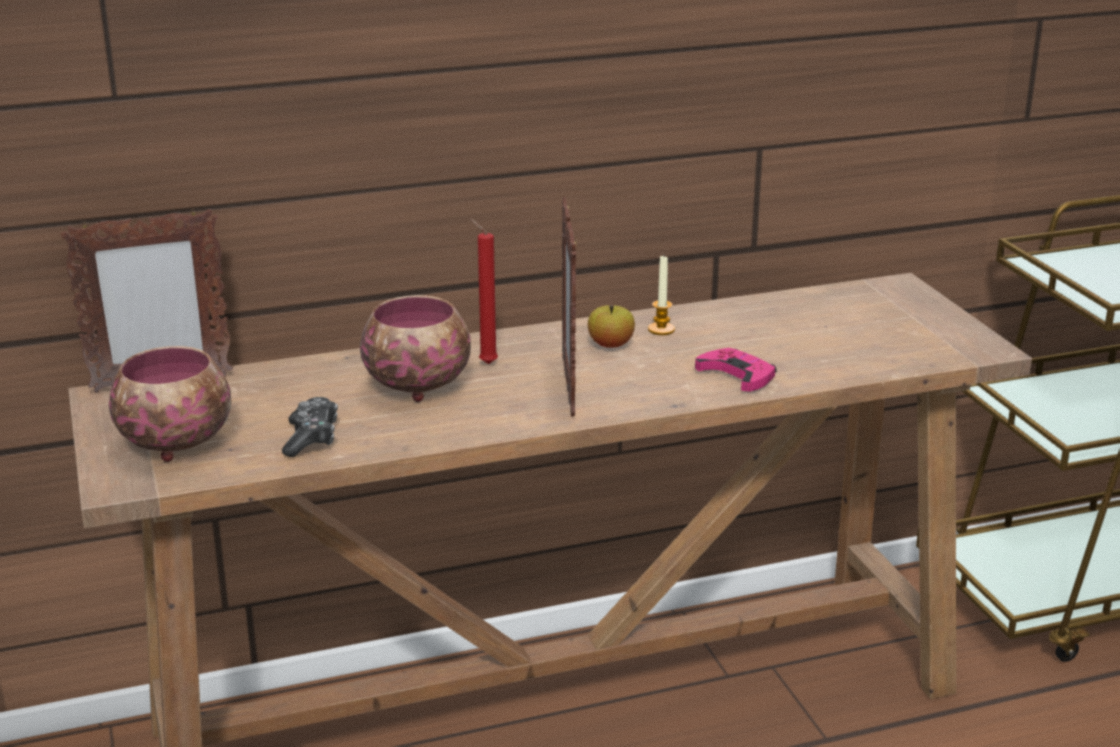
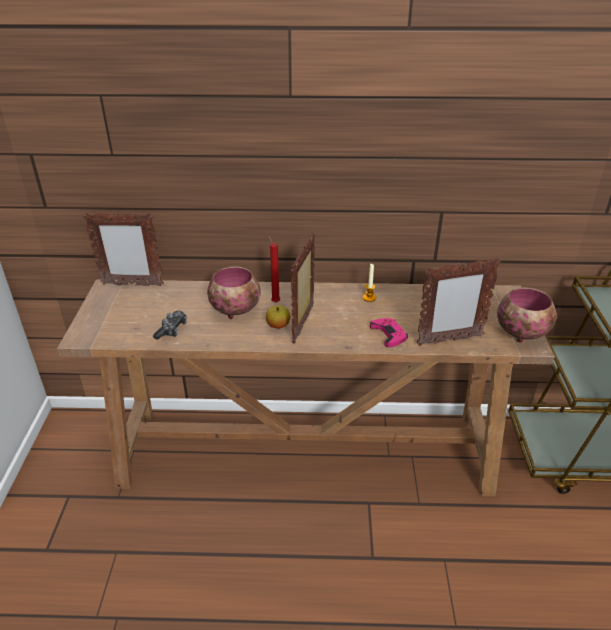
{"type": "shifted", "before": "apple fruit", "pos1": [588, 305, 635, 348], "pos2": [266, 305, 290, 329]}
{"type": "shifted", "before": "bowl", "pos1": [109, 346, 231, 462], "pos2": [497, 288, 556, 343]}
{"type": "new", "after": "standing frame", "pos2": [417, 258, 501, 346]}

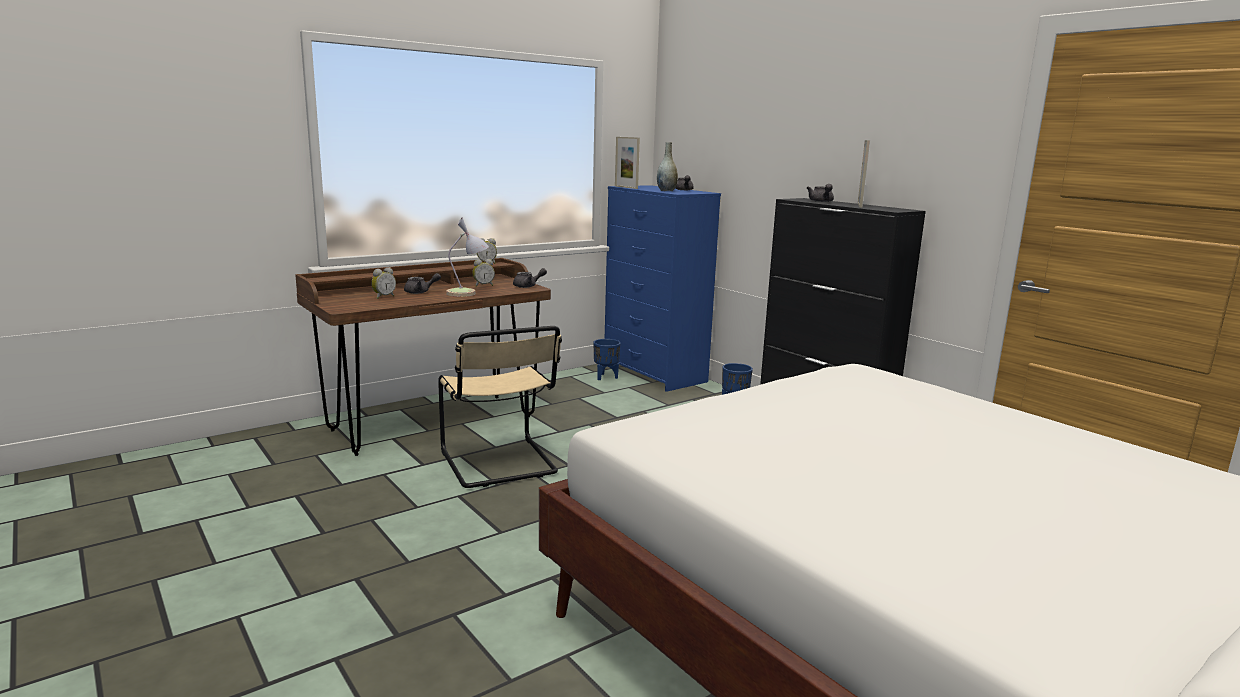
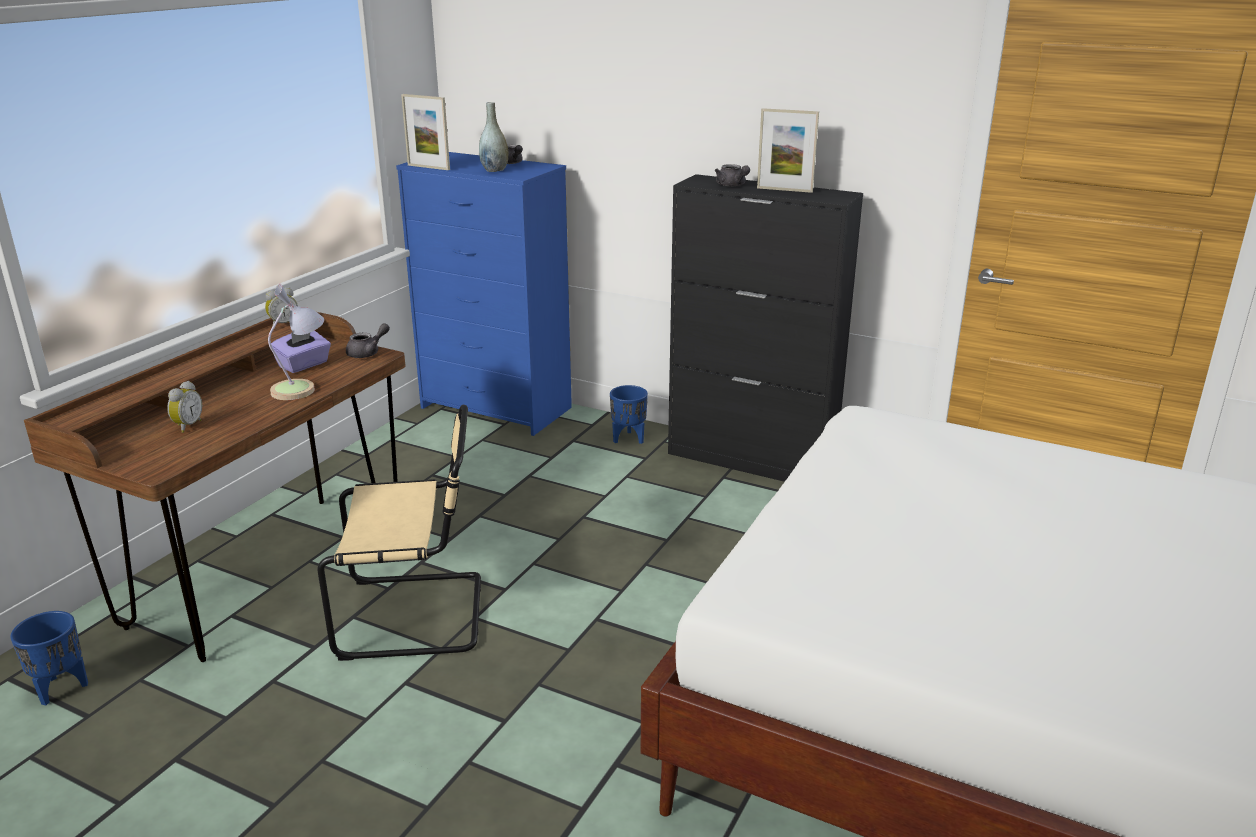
{"type": "rotated", "before": "standing frame", "pos1": [858, 140, 870, 207], "pos2": [757, 108, 819, 193], "turn": 120}
{"type": "swapped", "before": "bedside clock", "after": "purple-coloured tissue box", "pos1": [472, 259, 495, 287], "pos2": [271, 331, 331, 373]}
{"type": "gone", "before": "grey tea pot", "pos1": [404, 273, 441, 294]}
{"type": "rotated", "before": "sand-coloured plain chair", "pos1": [438, 326, 562, 488], "pos2": [317, 405, 481, 661], "turn": -45}
{"type": "shifted", "before": "bluish flower pot", "pos1": [593, 339, 621, 380], "pos2": [10, 611, 88, 705]}

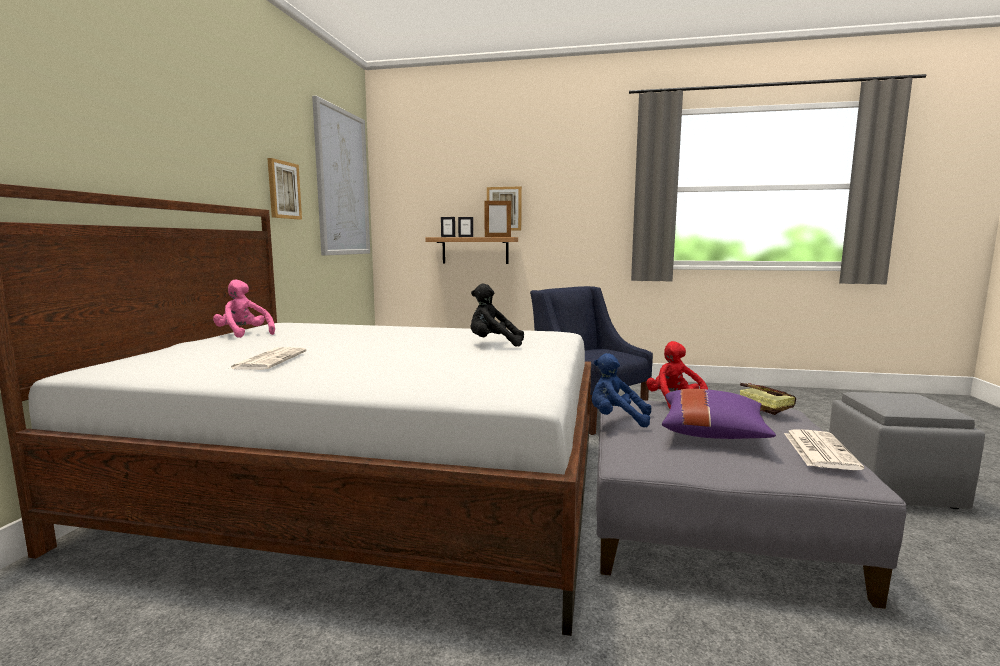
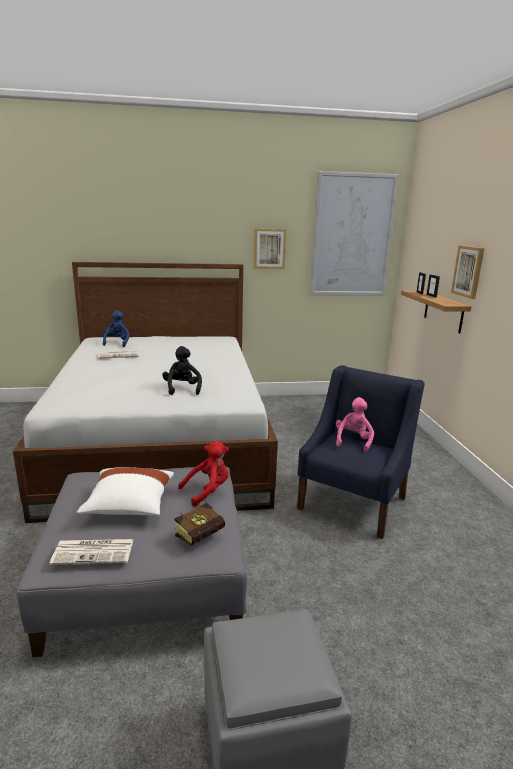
{"type": "gone", "before": "standing frame", "pos1": [484, 200, 511, 237]}
{"type": "shifted", "before": "pink plush toy", "pos1": [213, 279, 275, 338], "pos2": [336, 397, 374, 452]}
{"type": "shifted", "before": "bluish plush toy", "pos1": [592, 353, 651, 427], "pos2": [103, 310, 130, 347]}
{"type": "repainted", "before": "purple-coloured pillow", "after": "whitish pillow", "pos1": [662, 389, 776, 439], "pos2": [77, 467, 174, 516]}

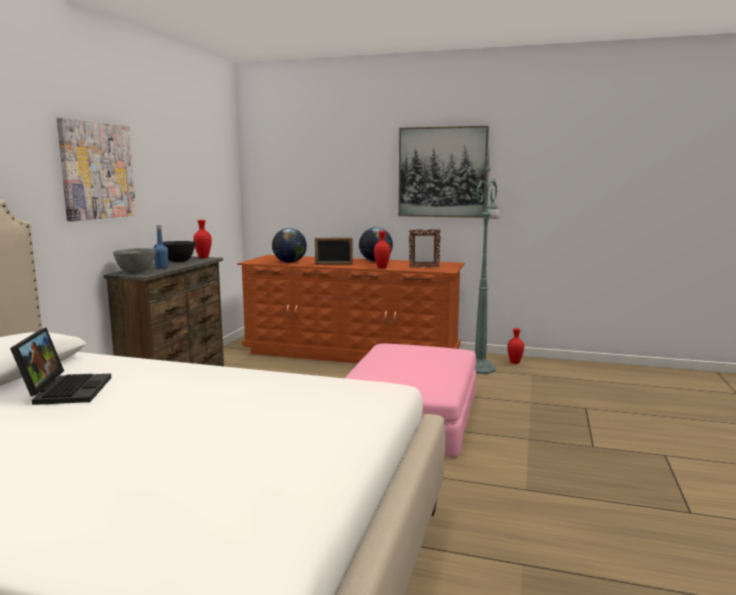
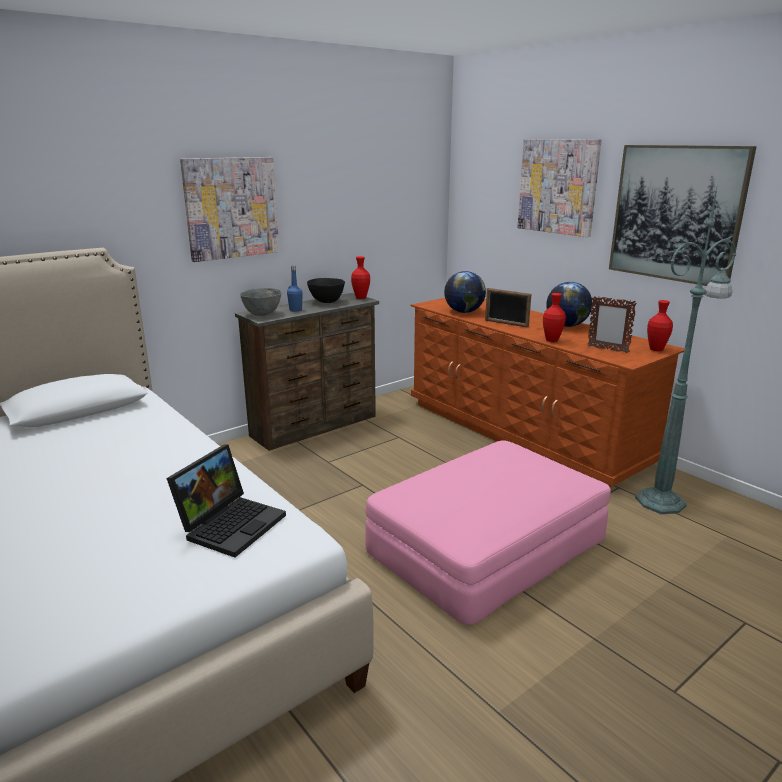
{"type": "shifted", "before": "laptop", "pos1": [10, 328, 111, 405], "pos2": [166, 444, 286, 558]}
{"type": "shifted", "before": "reddish decorative vase", "pos1": [507, 328, 524, 364], "pos2": [647, 300, 673, 351]}
{"type": "new", "after": "wall picture", "pos2": [517, 139, 602, 237]}

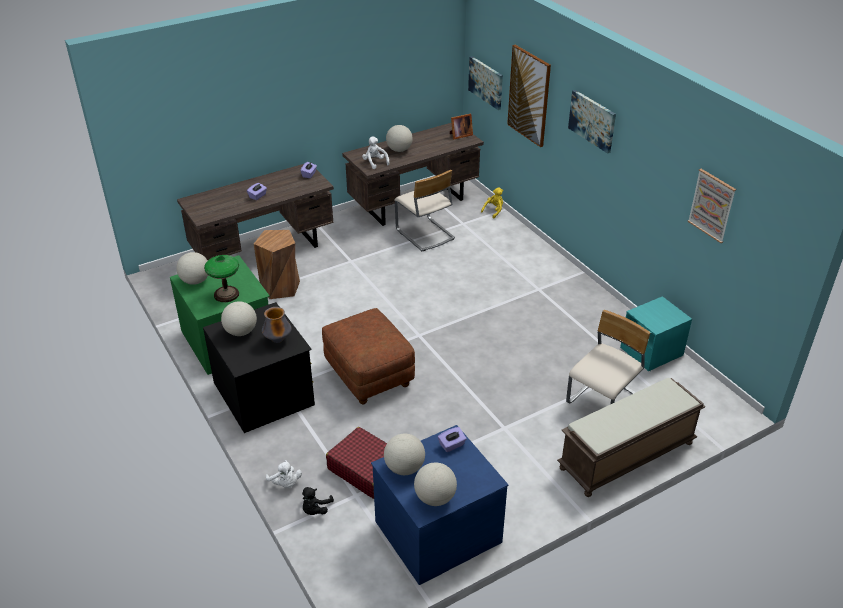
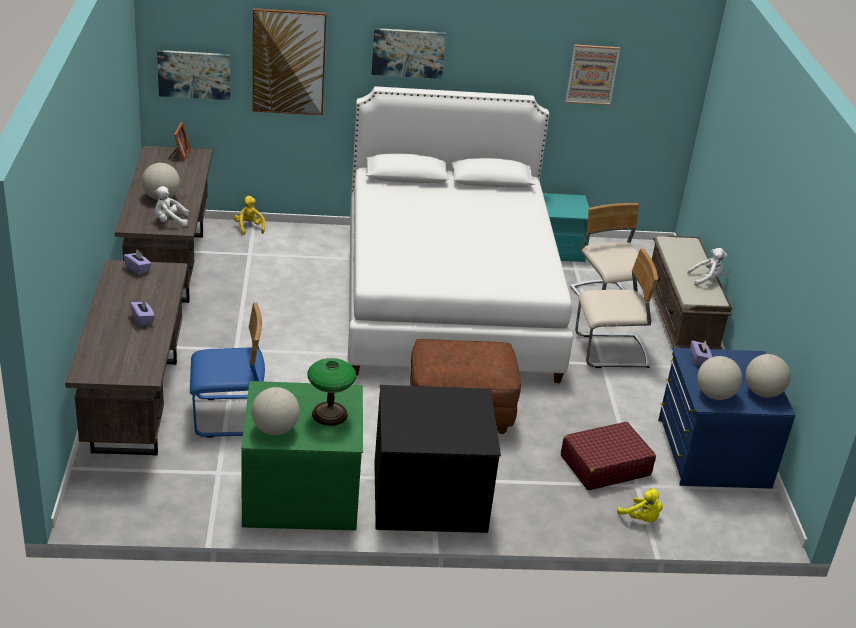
{"type": "shifted", "before": "sand-coloured plain chair", "pos1": [394, 170, 455, 251], "pos2": [575, 249, 658, 368]}
{"type": "swapped", "before": "brown-coloured stool seat", "after": "bluish plain chair", "pos1": [254, 230, 300, 299], "pos2": [190, 303, 265, 438]}
{"type": "gone", "before": "world globe", "pos1": [221, 301, 257, 336]}
{"type": "gone", "before": "decorative vase", "pos1": [262, 307, 292, 343]}
{"type": "shifted", "before": "whitish plush toy", "pos1": [266, 460, 302, 488], "pos2": [687, 248, 727, 286]}
{"type": "repainted", "before": "blackish plush toy", "after": "yellow-coloured plush toy", "pos1": [302, 487, 334, 515], "pos2": [617, 488, 663, 522]}
{"type": "new", "after": "whitish bed", "pos2": [348, 86, 573, 383]}

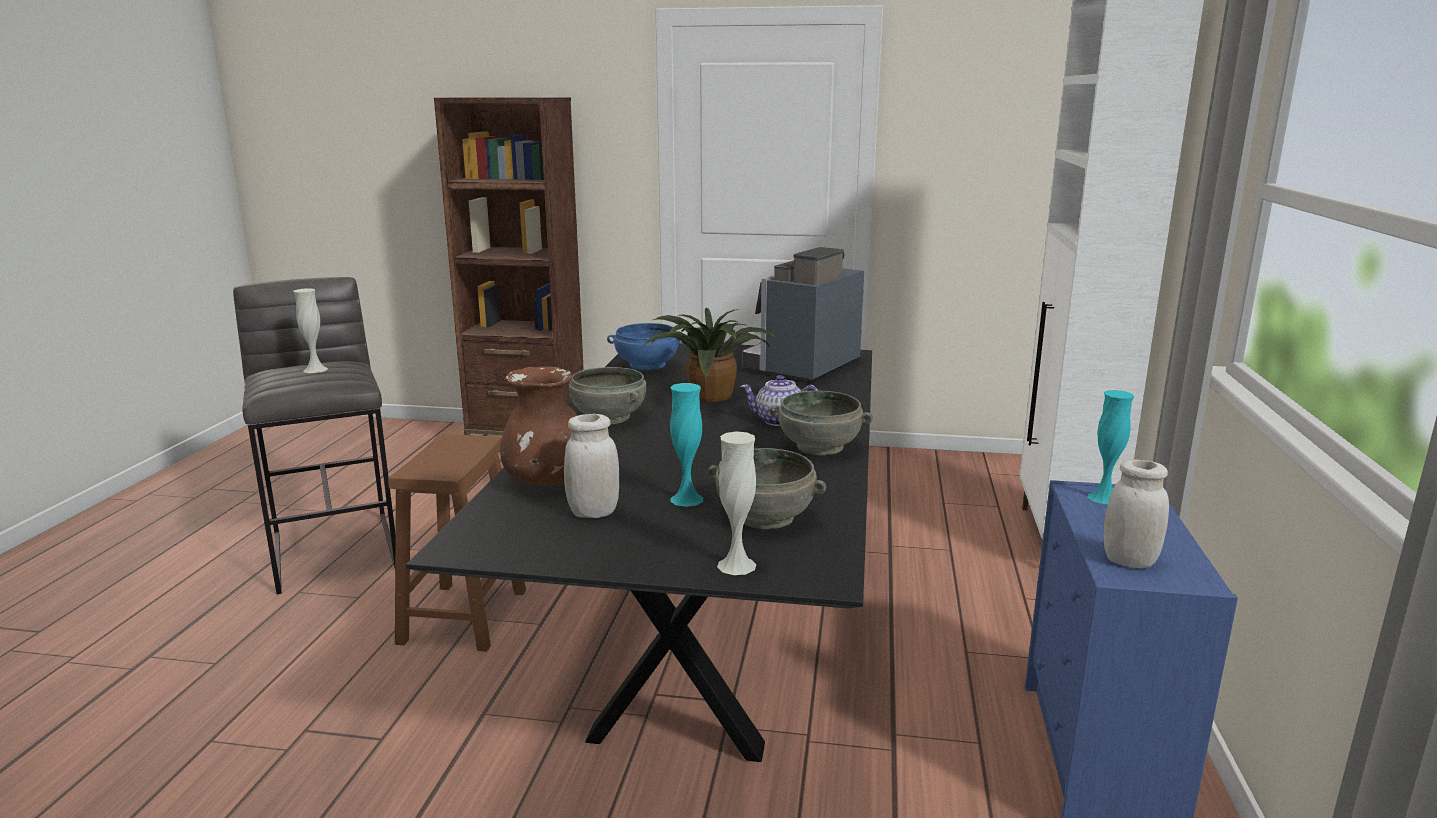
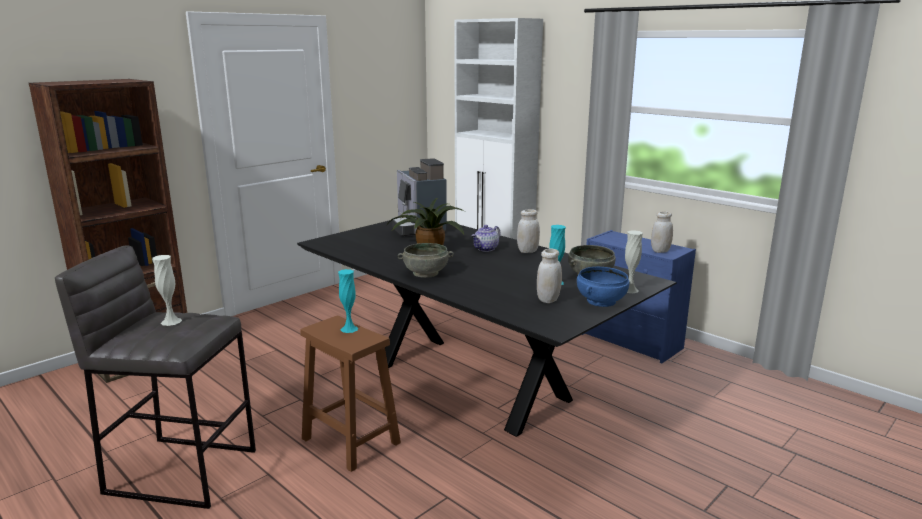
{"type": "shifted", "before": "bluish bowl", "pos1": [607, 323, 684, 370], "pos2": [577, 267, 629, 307]}
{"type": "gone", "before": "brown-coloured decorative vase", "pos1": [500, 366, 578, 486]}
{"type": "shifted", "before": "blue-green decorative vase", "pos1": [1088, 390, 1134, 504], "pos2": [338, 269, 358, 333]}
{"type": "swapped", "before": "grey bowl", "after": "whitish jar", "pos1": [770, 391, 873, 455], "pos2": [517, 209, 540, 253]}

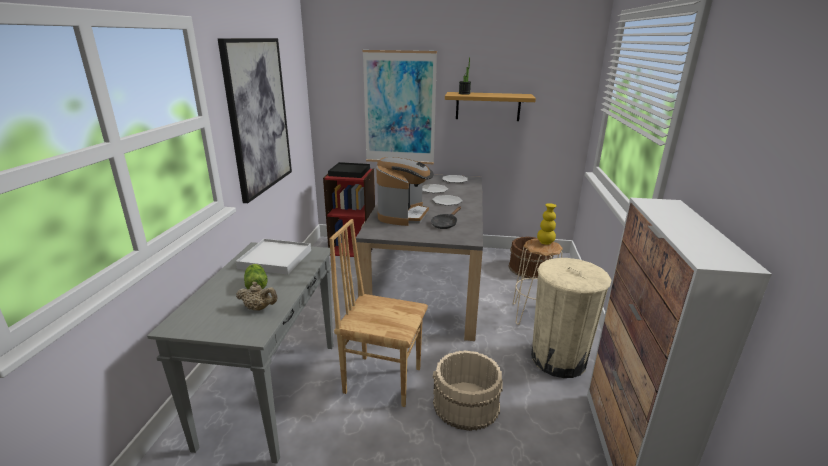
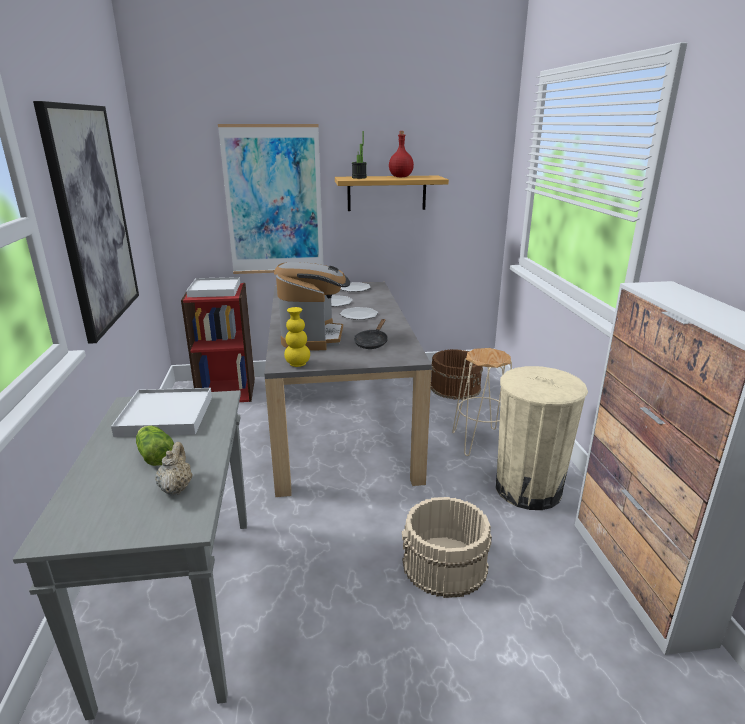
{"type": "repainted", "before": "blackish serving tray", "after": "whitish serving tray", "pos1": [328, 162, 370, 178], "pos2": [186, 277, 240, 297]}
{"type": "shifted", "before": "yellow-coloured decorative vase", "pos1": [537, 203, 556, 245], "pos2": [284, 307, 310, 367]}
{"type": "gone", "before": "brown-coloured plain chair", "pos1": [329, 219, 428, 407]}
{"type": "rotated", "before": "sand-coloured tea pot", "pos1": [236, 282, 278, 311], "pos2": [155, 442, 193, 496], "turn": -90}
{"type": "new", "after": "reddish bottle", "pos2": [389, 131, 414, 177]}

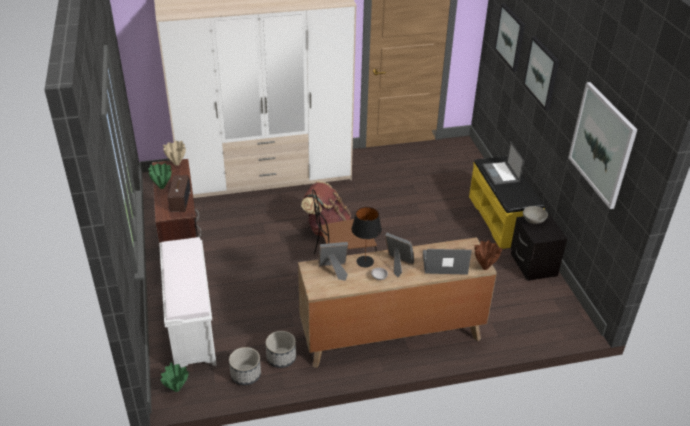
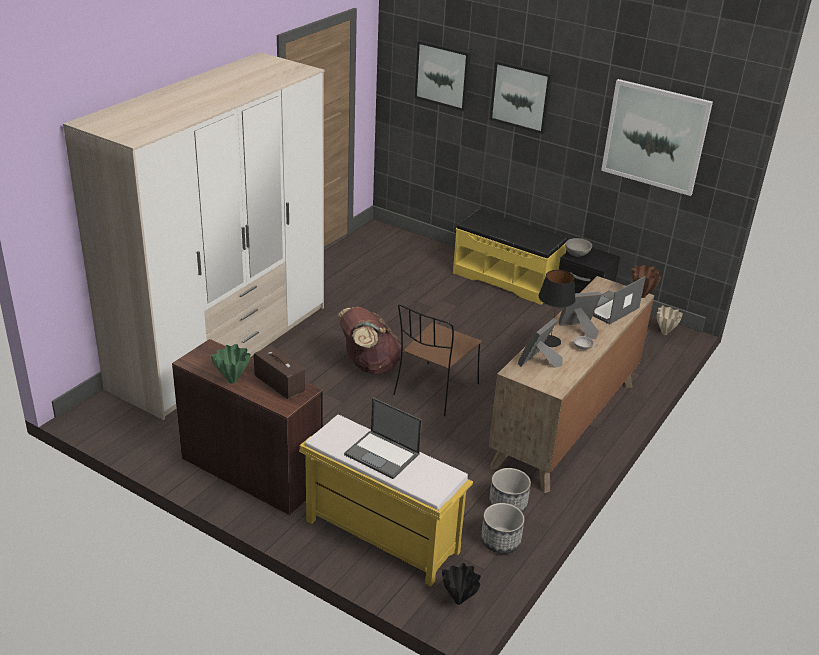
{"type": "shifted", "before": "sand-coloured decorative vase", "pos1": [163, 141, 186, 166], "pos2": [657, 305, 683, 335]}
{"type": "shifted", "before": "laptop", "pos1": [482, 142, 524, 185], "pos2": [344, 397, 422, 479]}
{"type": "repainted", "before": "whitish indoor bench", "after": "yellow-coloured indoor bench", "pos1": [159, 237, 217, 368], "pos2": [299, 415, 473, 586]}
{"type": "repainted", "before": "green-coloured decorative vase", "after": "blackish decorative vase", "pos1": [161, 363, 188, 392], "pos2": [442, 563, 481, 605]}

